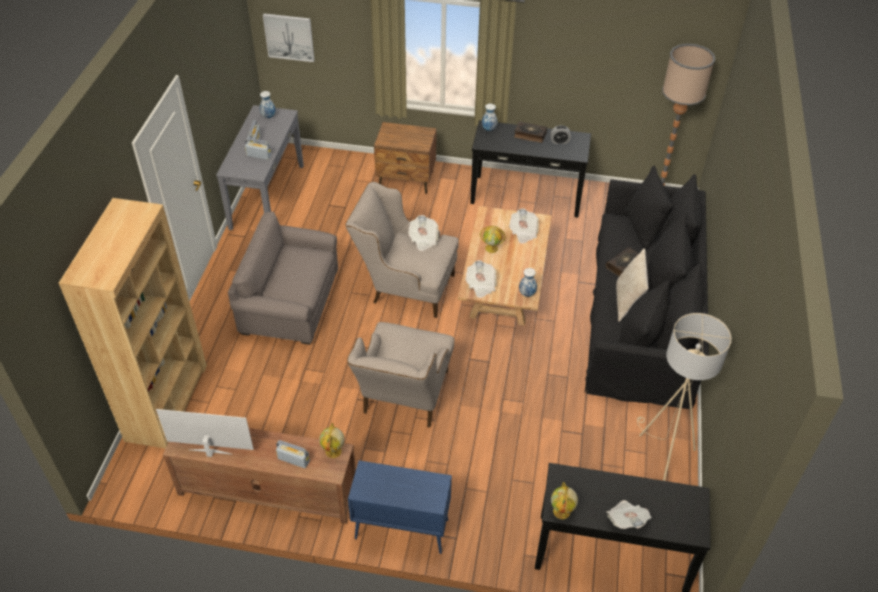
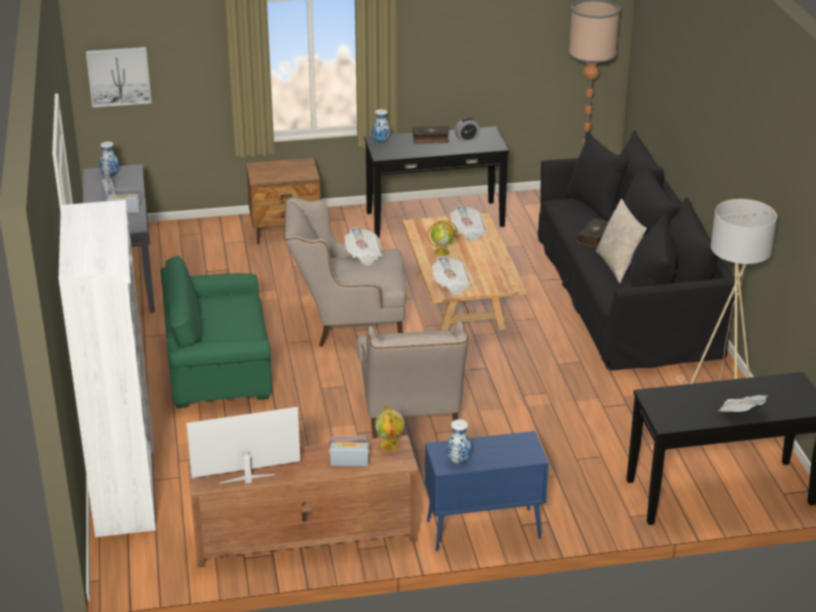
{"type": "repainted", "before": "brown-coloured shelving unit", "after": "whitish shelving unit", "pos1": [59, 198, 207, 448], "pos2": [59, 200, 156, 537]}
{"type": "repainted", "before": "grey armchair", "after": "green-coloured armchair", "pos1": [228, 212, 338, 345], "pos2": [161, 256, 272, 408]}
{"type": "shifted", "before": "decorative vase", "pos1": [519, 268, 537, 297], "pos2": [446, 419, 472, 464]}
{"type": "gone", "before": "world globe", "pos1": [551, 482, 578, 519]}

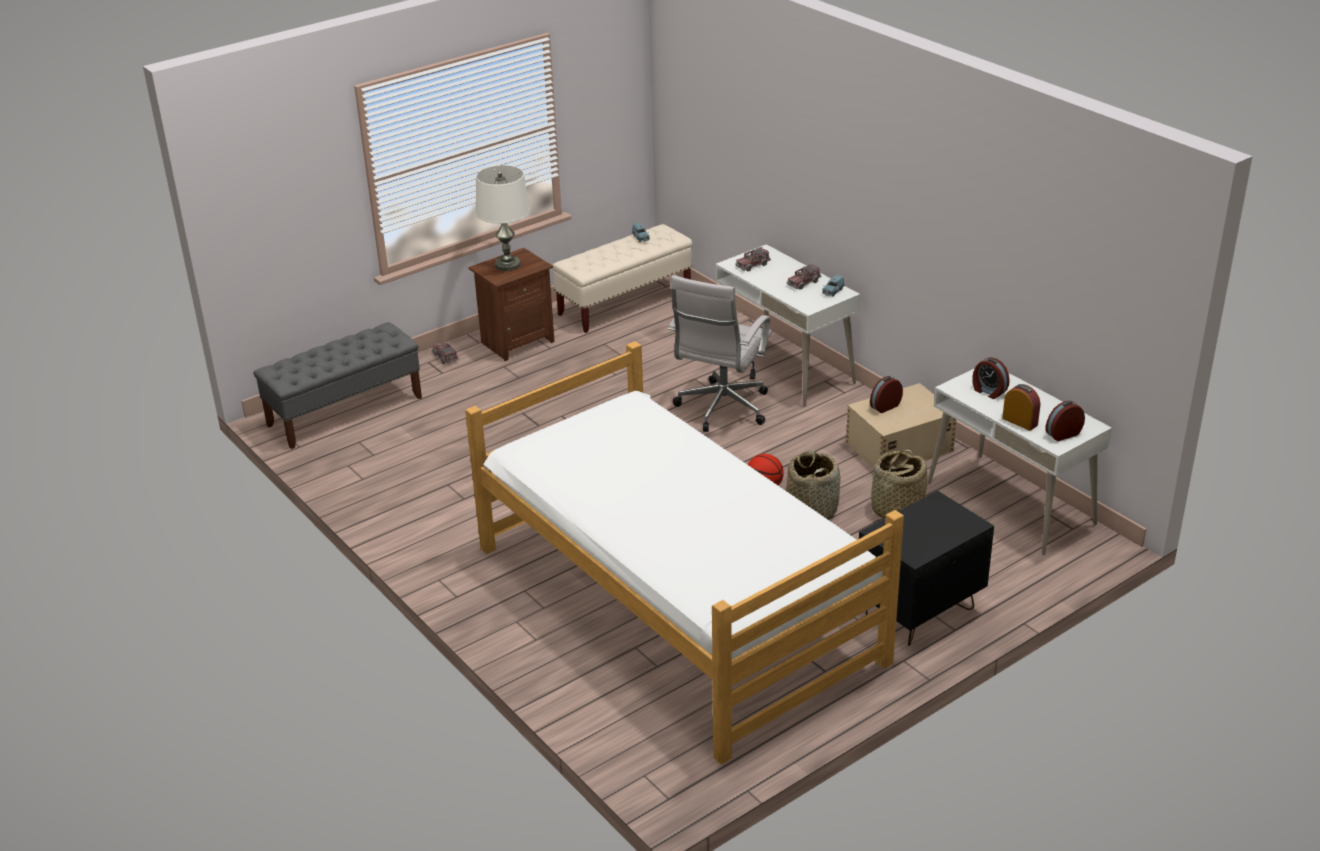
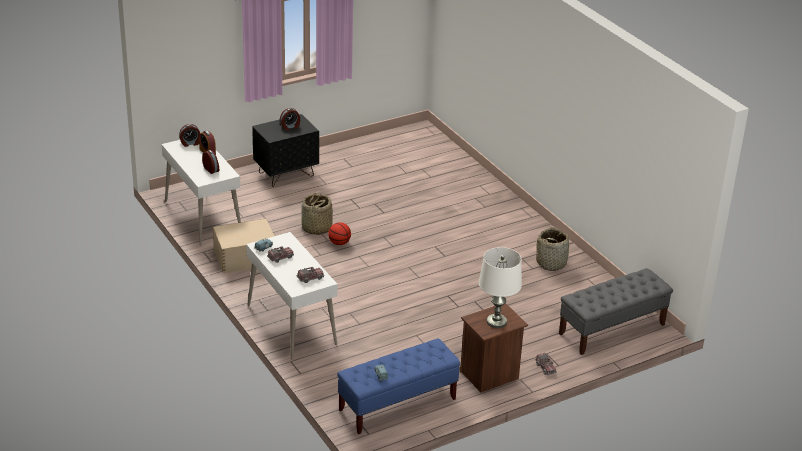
{"type": "repainted", "before": "sand-coloured indoor bench", "after": "bluish indoor bench", "pos1": [553, 224, 692, 333], "pos2": [337, 338, 460, 434]}
{"type": "gone", "before": "whitish computer chair", "pos1": [668, 275, 772, 432]}
{"type": "gone", "before": "bed", "pos1": [465, 341, 904, 765]}
{"type": "shifted", "before": "bedside clock", "pos1": [870, 376, 903, 413], "pos2": [280, 108, 300, 130]}
{"type": "shifted", "before": "storage basket", "pos1": [871, 450, 927, 519], "pos2": [536, 227, 571, 271]}

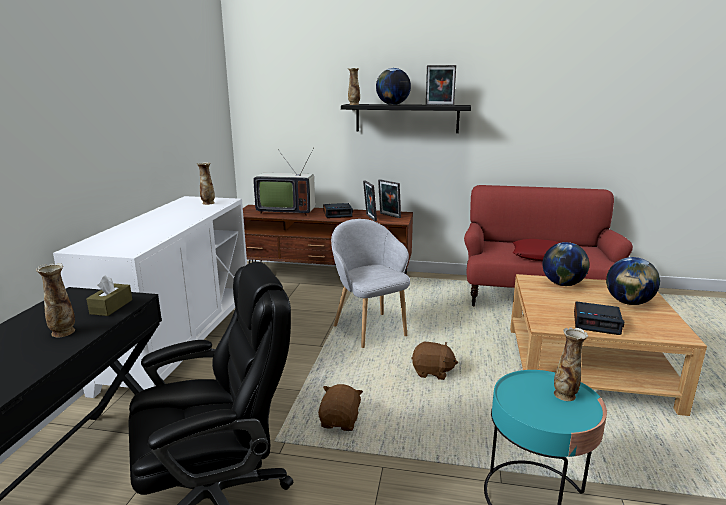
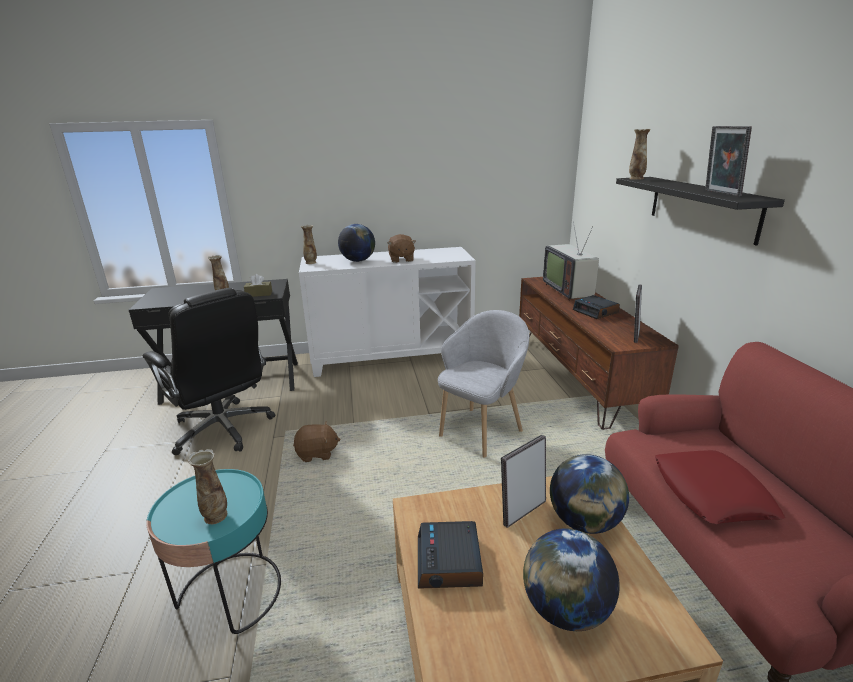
{"type": "shifted", "before": "world globe", "pos1": [376, 68, 411, 105], "pos2": [338, 224, 375, 262]}
{"type": "shifted", "before": "decorative vase", "pos1": [197, 162, 215, 205], "pos2": [301, 225, 317, 264]}
{"type": "shifted", "before": "standing frame", "pos1": [363, 180, 377, 221], "pos2": [501, 435, 546, 528]}
{"type": "shifted", "before": "brown-coloured plush toy", "pos1": [411, 342, 458, 380], "pos2": [388, 234, 416, 263]}

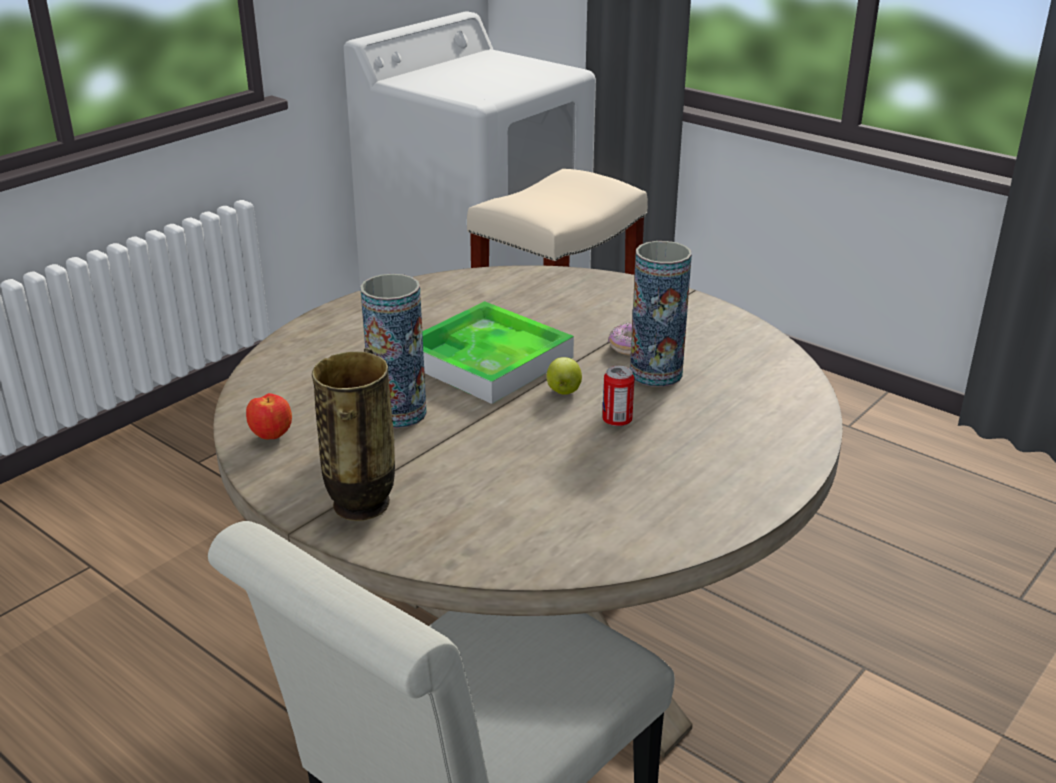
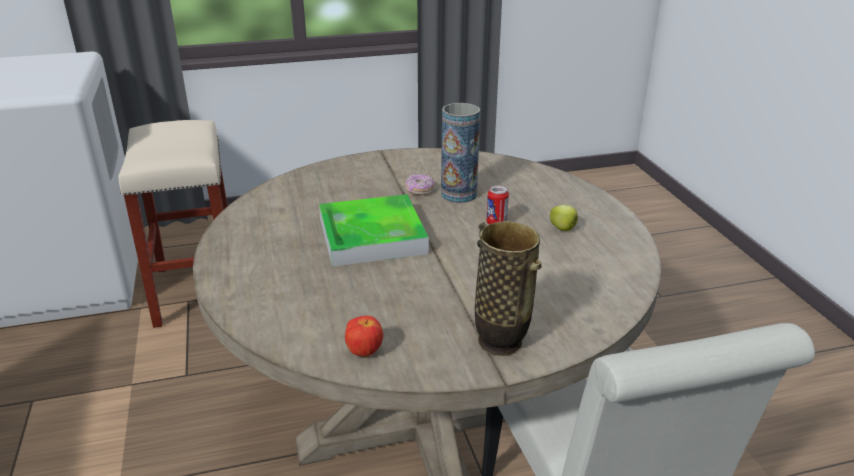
{"type": "gone", "before": "decorative vase", "pos1": [360, 274, 427, 428]}
{"type": "shifted", "before": "apple fruit", "pos1": [546, 357, 582, 395], "pos2": [550, 205, 578, 231]}

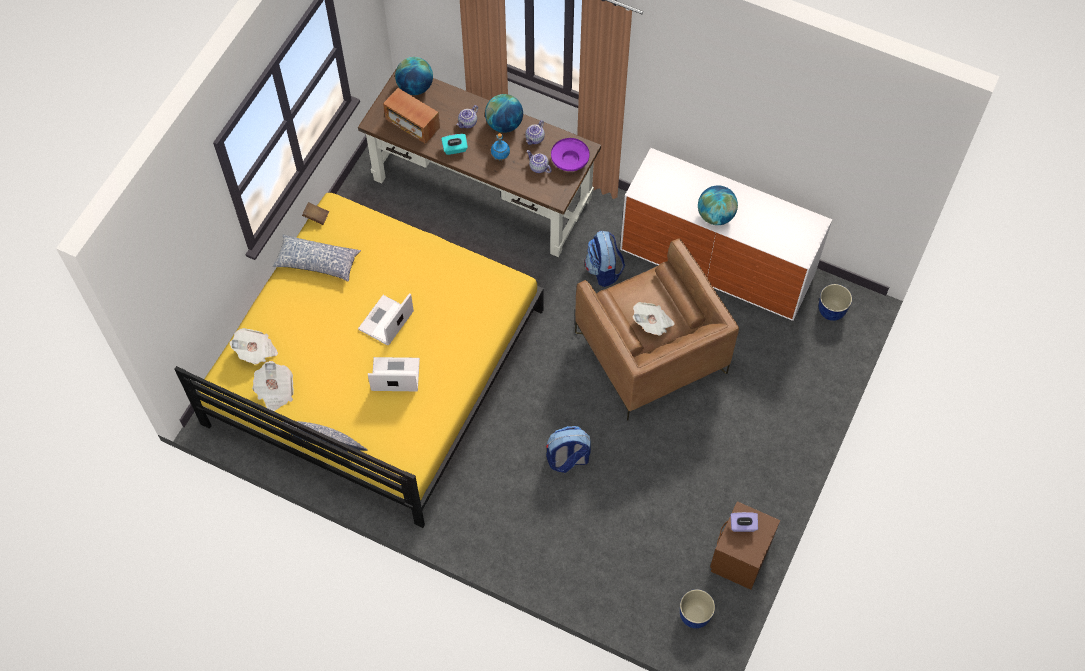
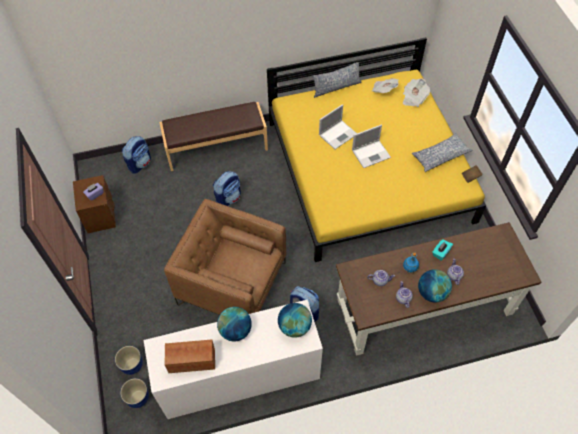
{"type": "shifted", "before": "world globe", "pos1": [395, 57, 433, 95], "pos2": [278, 303, 312, 338]}
{"type": "shifted", "before": "radio", "pos1": [383, 88, 440, 144], "pos2": [164, 339, 215, 373]}
{"type": "gone", "before": "purple-coloured bowl", "pos1": [551, 138, 590, 171]}
{"type": "rotated", "before": "laptop", "pos1": [358, 293, 414, 345], "pos2": [352, 125, 391, 168], "turn": 75}
{"type": "gone", "before": "daily paper", "pos1": [632, 302, 675, 336]}
{"type": "shifted", "before": "flower pot", "pos1": [680, 589, 715, 628], "pos2": [115, 346, 143, 375]}
{"type": "new", "after": "brown-coloured indoor bench", "pos2": [159, 102, 268, 171]}
{"type": "new", "after": "knapsack", "pos2": [122, 136, 151, 174]}

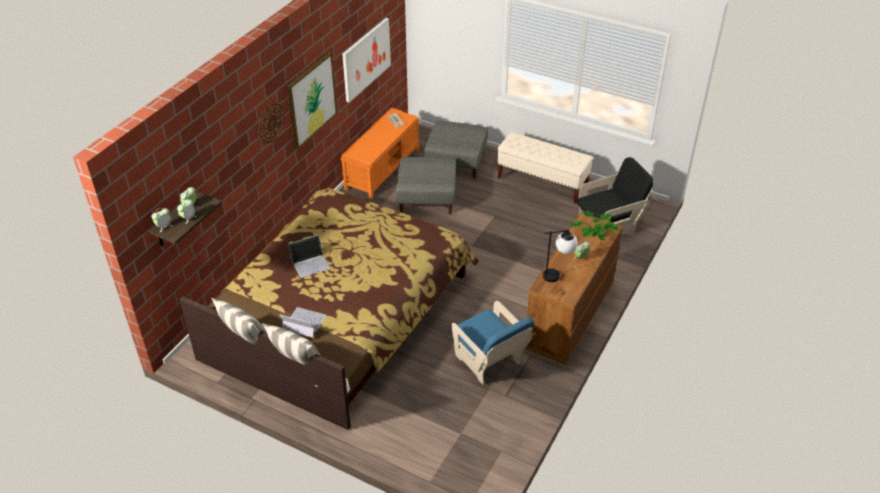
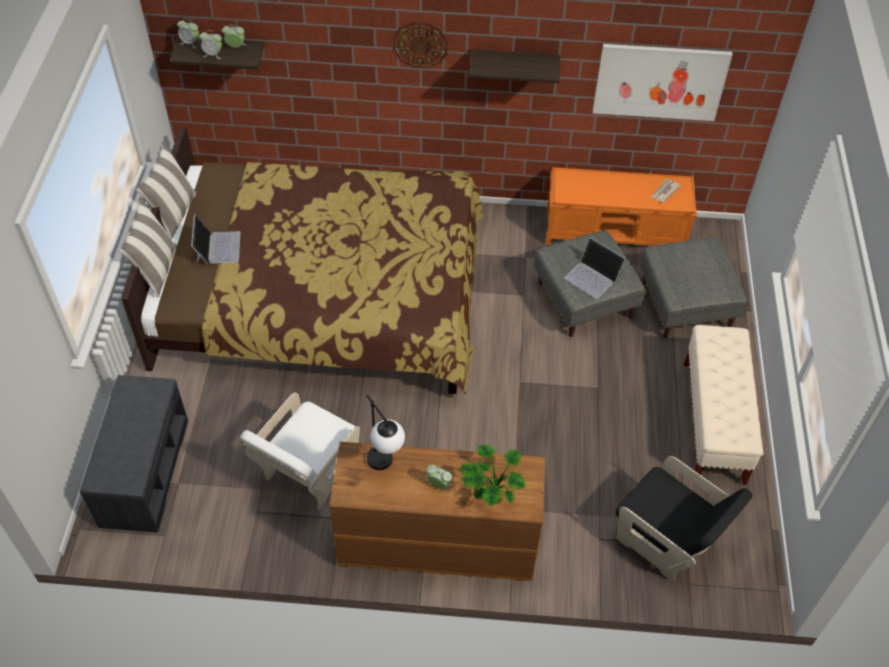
{"type": "swapped", "before": "wall picture", "after": "shelf", "pos1": [287, 52, 338, 149], "pos2": [469, 49, 560, 83]}
{"type": "shifted", "before": "laptop", "pos1": [288, 235, 330, 278], "pos2": [564, 238, 625, 299]}
{"type": "repainted", "before": "bluish armchair", "after": "whitish armchair", "pos1": [451, 301, 534, 384], "pos2": [240, 392, 360, 510]}
{"type": "new", "after": "grey indoor bench", "pos2": [80, 375, 188, 533]}

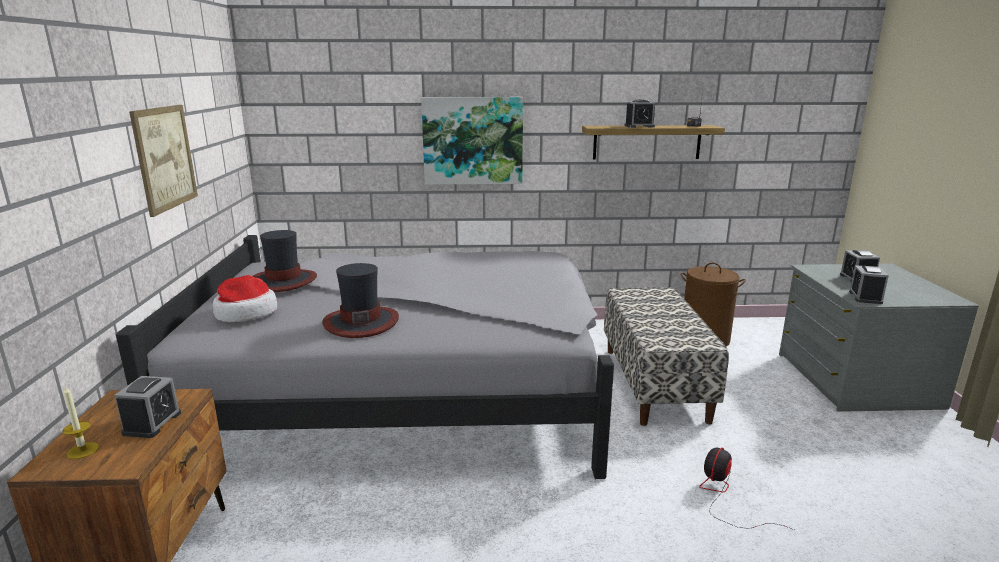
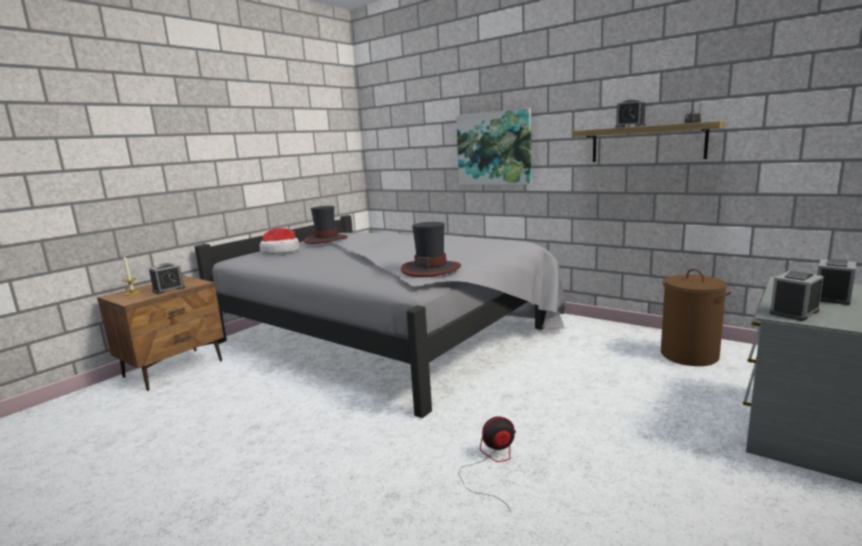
{"type": "gone", "before": "wall picture", "pos1": [129, 105, 198, 217]}
{"type": "shifted", "before": "clothing hat", "pos1": [322, 263, 399, 338], "pos2": [401, 222, 461, 277]}
{"type": "gone", "before": "indoor bench", "pos1": [604, 288, 729, 426]}

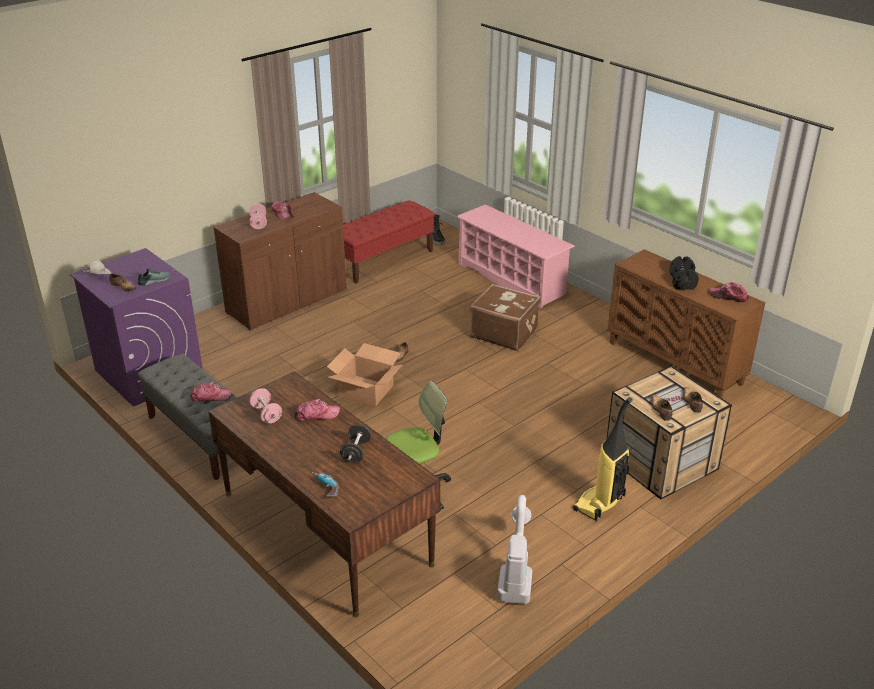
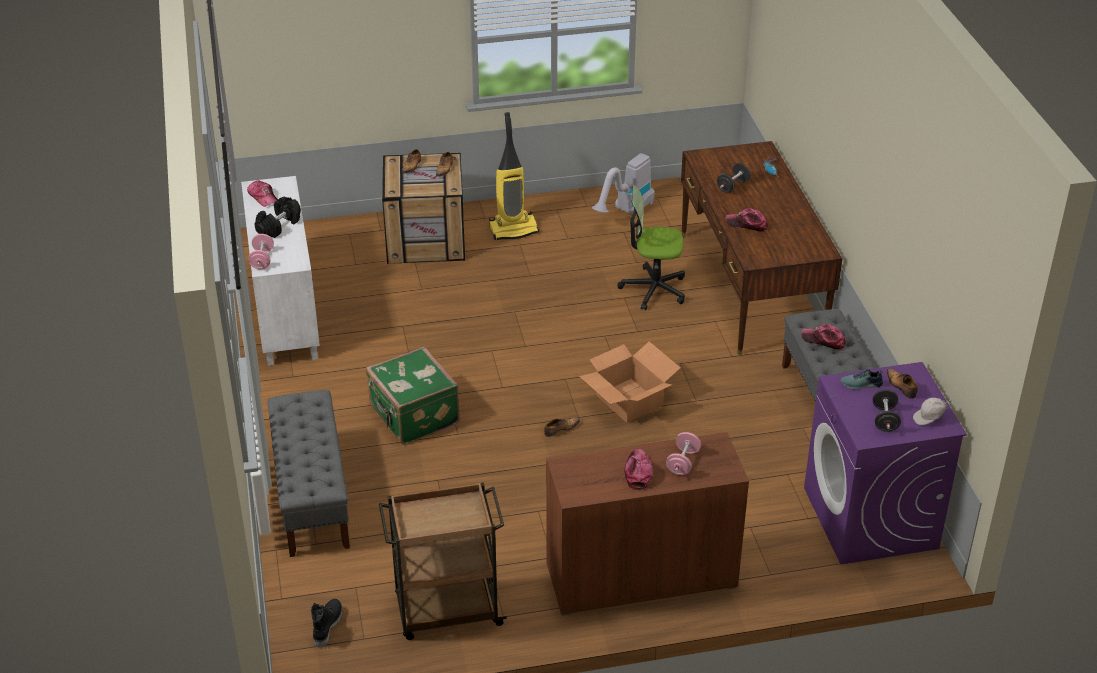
{"type": "swapped", "before": "reddish indoor bench", "after": "brown-coloured trolley", "pos1": [343, 200, 435, 284], "pos2": [379, 482, 507, 640]}
{"type": "swapped", "before": "pink shoe rack", "after": "grey indoor bench", "pos1": [456, 204, 575, 308], "pos2": [268, 390, 350, 557]}
{"type": "repainted", "before": "brown-coloured cabinet", "after": "whitish cabinet", "pos1": [608, 249, 765, 398], "pos2": [241, 176, 320, 366]}
{"type": "repainted", "before": "brown-coloured travel case", "after": "green-coloured travel case", "pos1": [470, 284, 541, 351], "pos2": [366, 347, 460, 444]}
{"type": "shifted", "before": "pink hand weight", "pos1": [249, 388, 282, 424], "pos2": [248, 234, 274, 269]}
{"type": "new", "after": "blackish hand weight", "pos2": [873, 389, 901, 432]}

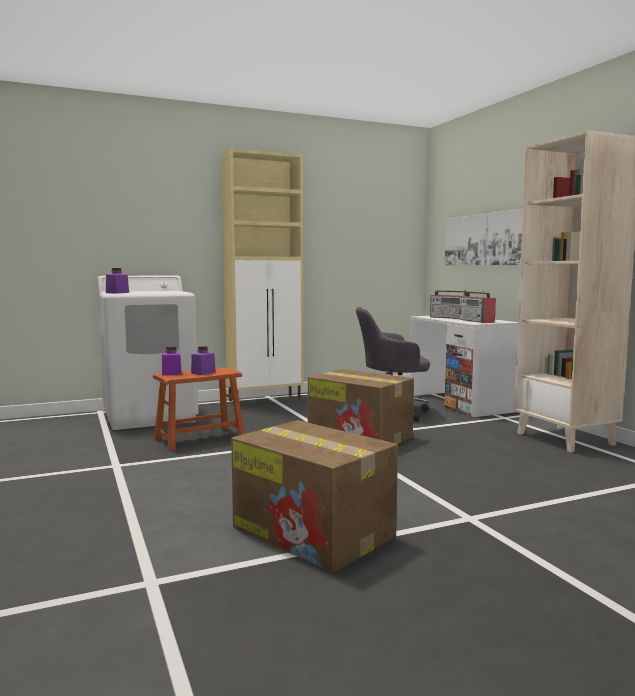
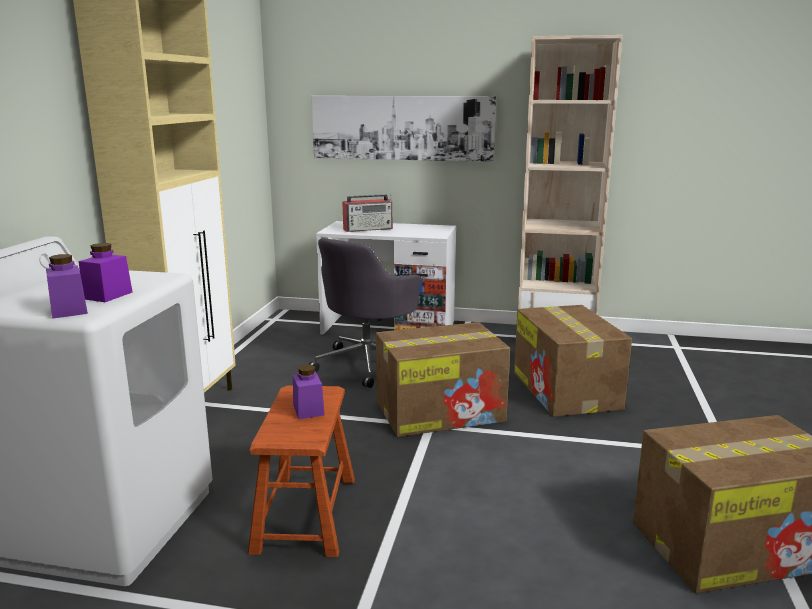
{"type": "gone", "before": "radio", "pos1": [459, 291, 496, 323]}
{"type": "shifted", "before": "purple-coloured jar", "pos1": [162, 346, 182, 375], "pos2": [79, 243, 133, 302]}
{"type": "new", "after": "packing box", "pos2": [514, 305, 632, 417]}

